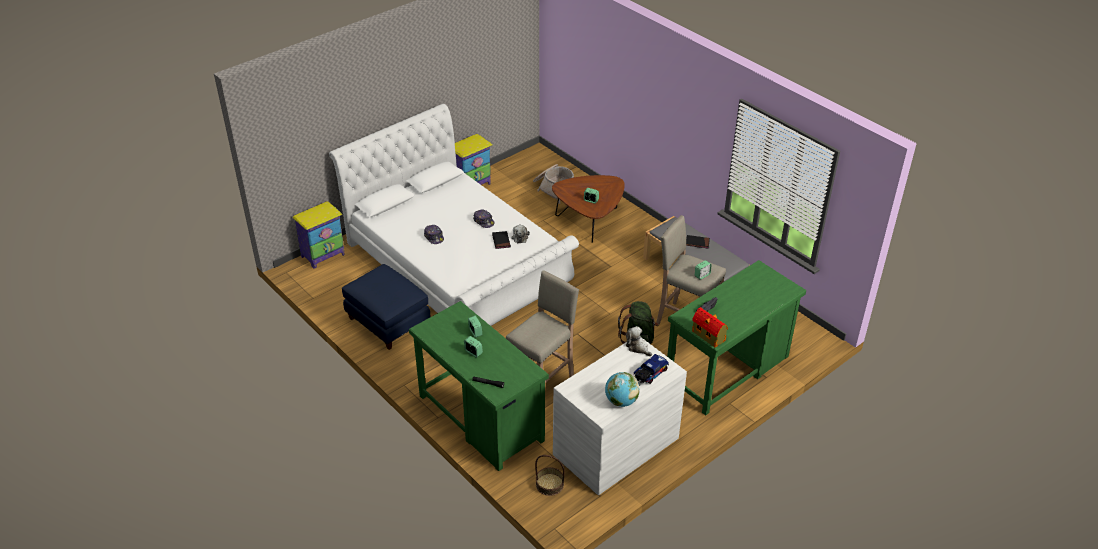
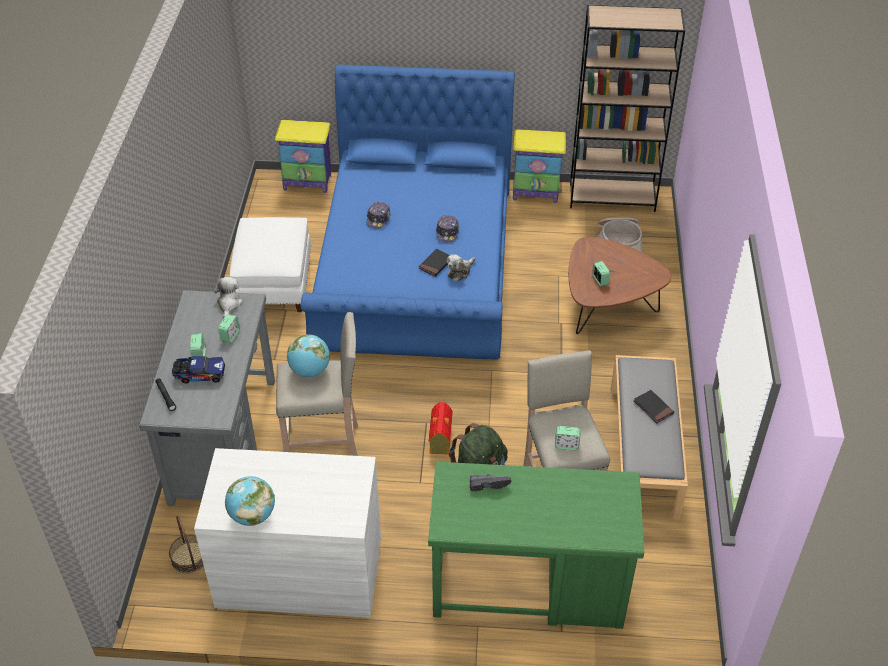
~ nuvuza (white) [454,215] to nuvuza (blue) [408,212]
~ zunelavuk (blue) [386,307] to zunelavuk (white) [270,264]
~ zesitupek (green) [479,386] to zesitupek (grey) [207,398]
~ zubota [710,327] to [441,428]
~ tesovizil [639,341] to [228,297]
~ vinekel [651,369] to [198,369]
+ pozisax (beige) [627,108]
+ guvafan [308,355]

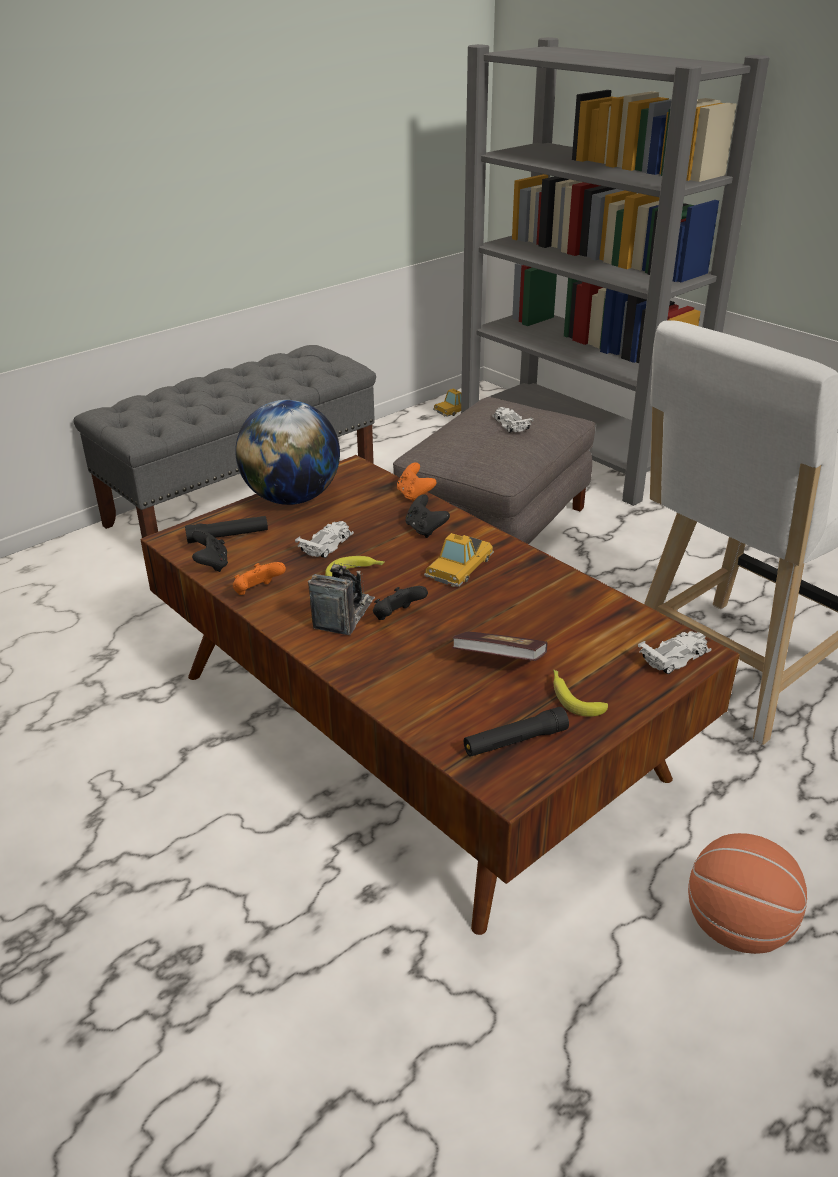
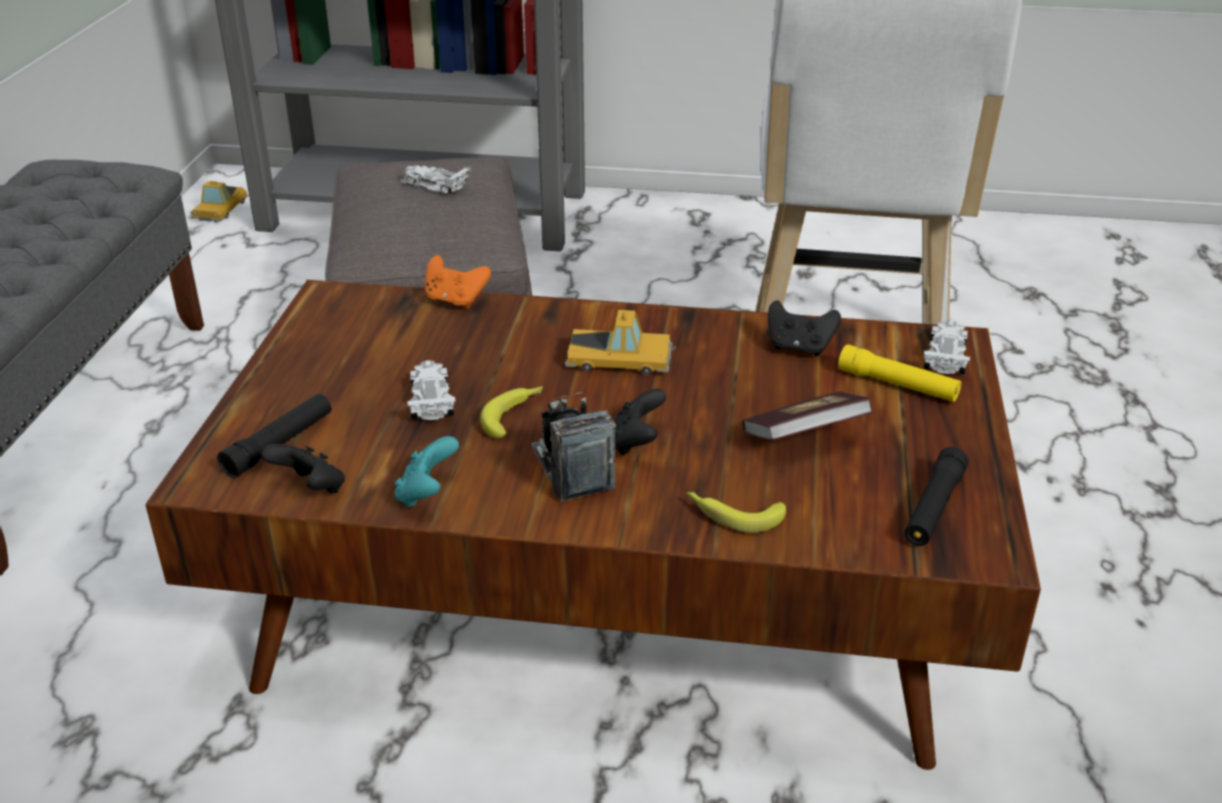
- guvafan [287,452]
~ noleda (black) [428,516] to [804,328]
~ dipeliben [459,560] = [620,342] 75 degrees counterclockwise
~ noleda (orange) [259,578] to noleda (turquoise) [426,472]
~ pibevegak [580,693] to [736,512]
- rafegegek [747,893]
+ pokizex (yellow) [899,373]

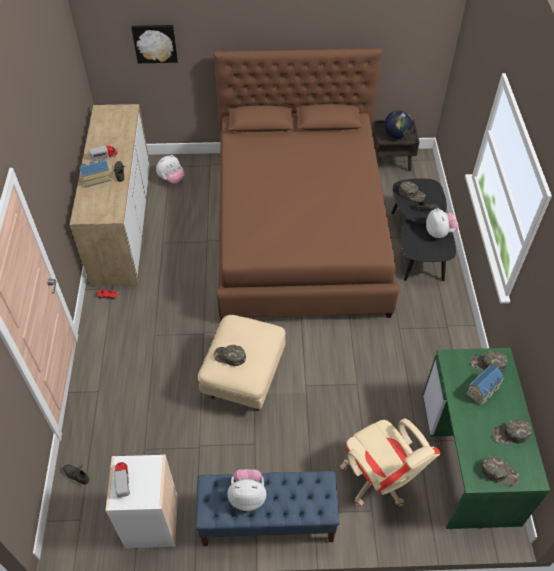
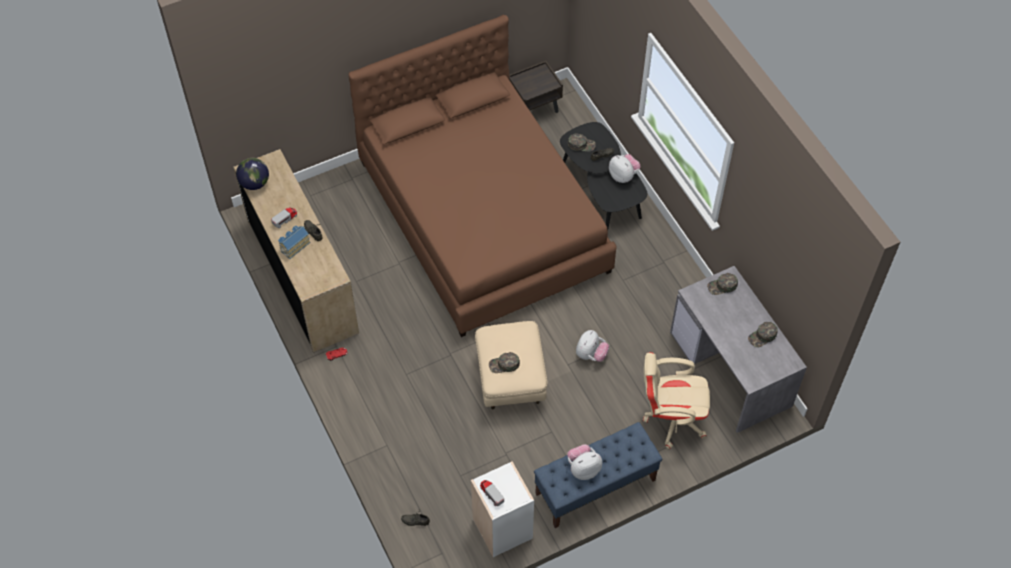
- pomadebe [155,44]
~ guvafan [398,124] to [252,174]
~ tesovizil [170,169] to [592,346]
~ zesitupek (green) [486,438] to zesitupek (grey) [738,349]
- zubota [485,385]
~ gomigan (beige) [389,462] = [676,400] 150 degrees clockwise
- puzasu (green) [500,471]

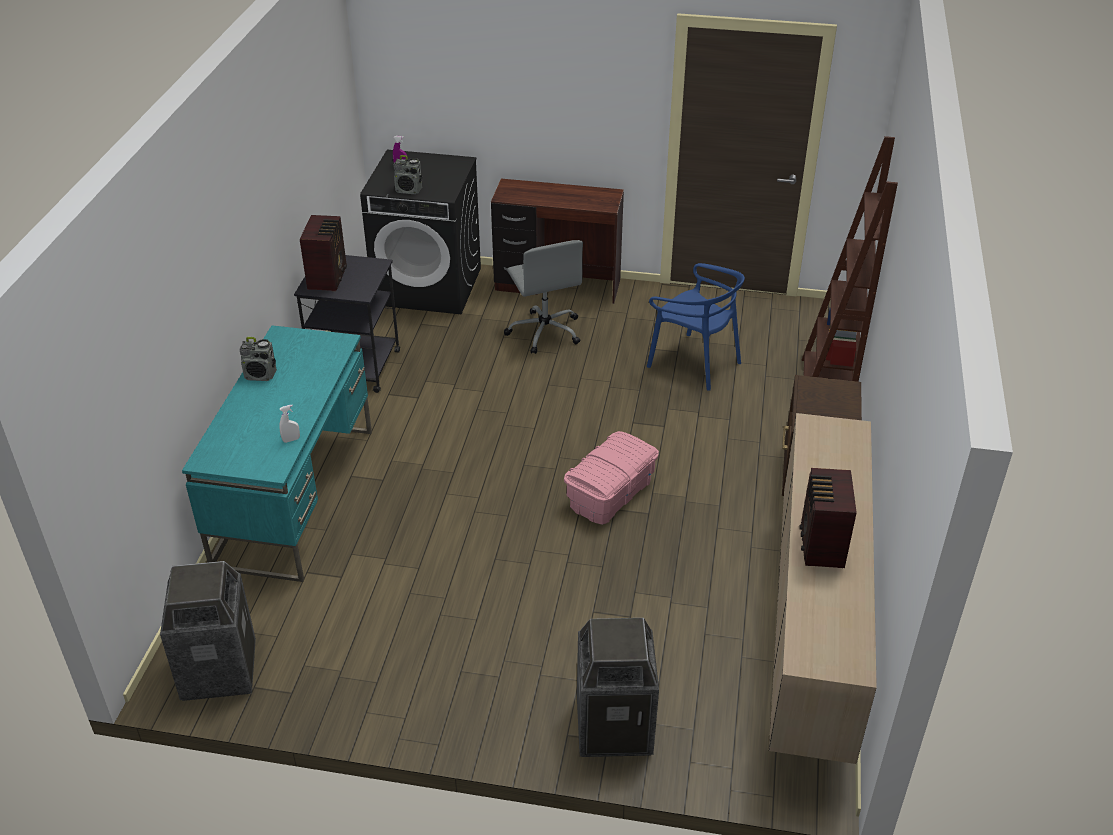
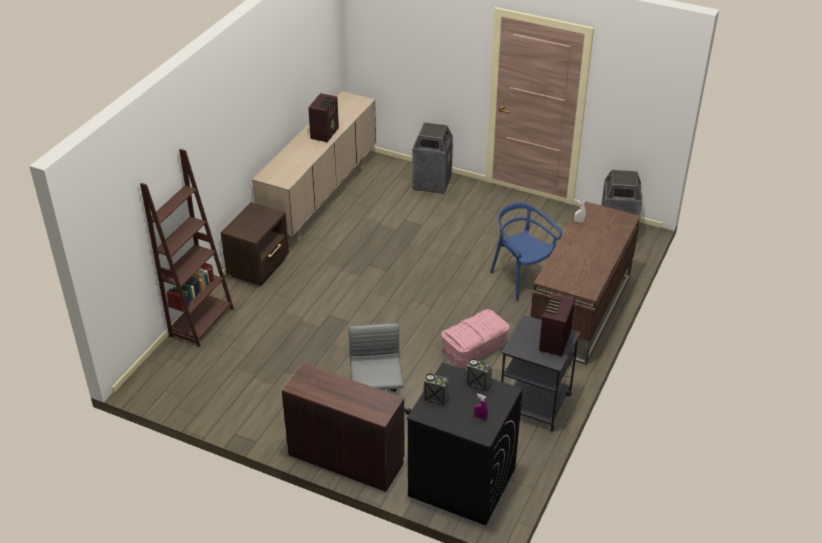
~ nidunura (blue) [696,327] to [526,251]
~ zesitupek (turquoise) [277,453] to zesitupek (brown) [585,283]
~ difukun [258,359] to [436,389]
~ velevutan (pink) [611,478] to [475,338]

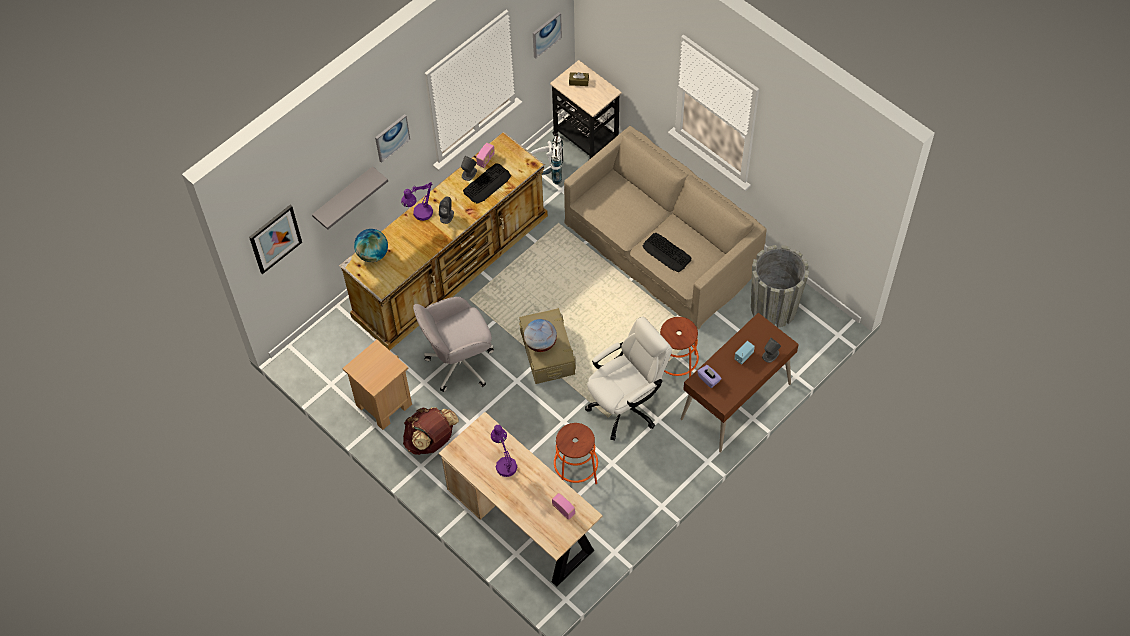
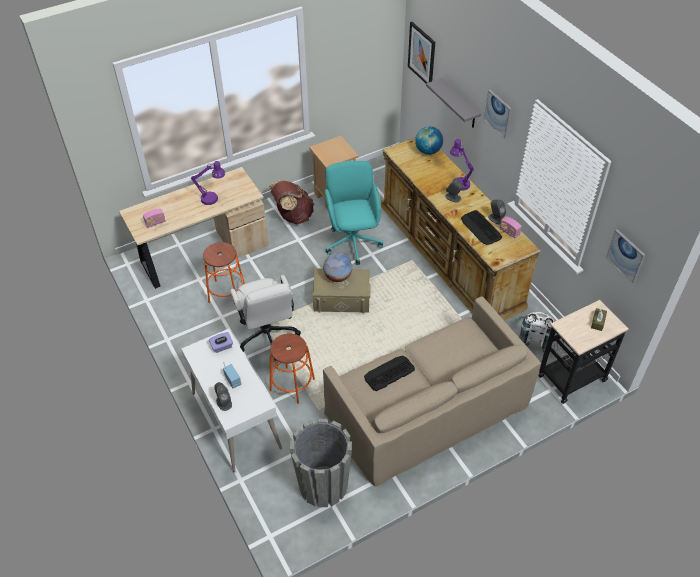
~ gomigan (grey) [453,344] to gomigan (turquoise) [354,213]
~ zesitupek (brown) [740,383] to zesitupek (white) [231,400]

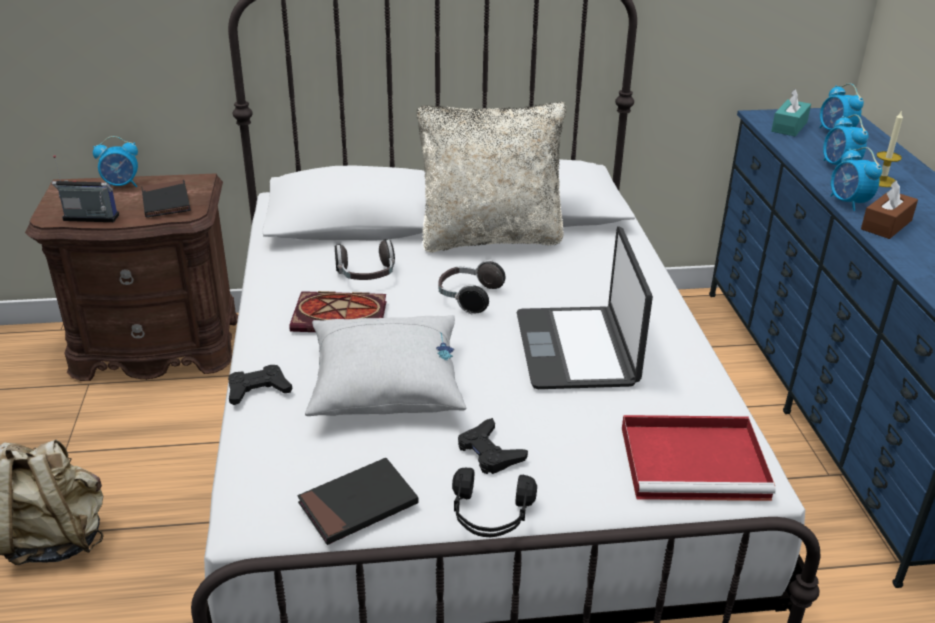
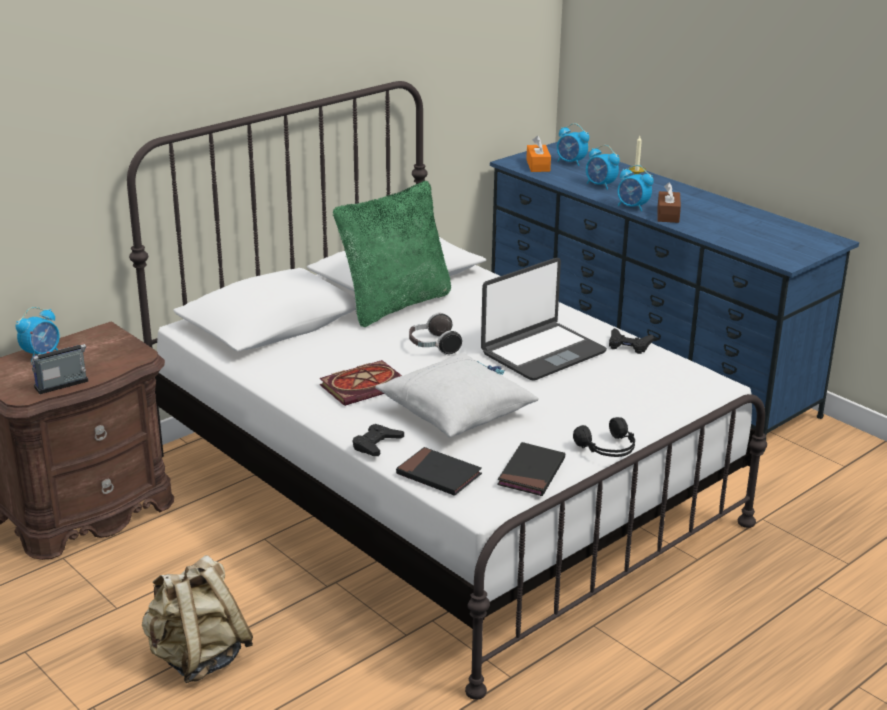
~ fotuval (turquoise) [791,112] to fotuval (orange) [538,154]
~ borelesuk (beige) [492,177] to borelesuk (green) [391,253]
~ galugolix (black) [166,199] to [439,471]
~ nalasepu [585,307] = [544,319] 90 degrees counterclockwise
- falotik [365,259]
- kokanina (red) [699,458]
~ noleda (black) [493,446] to [631,341]

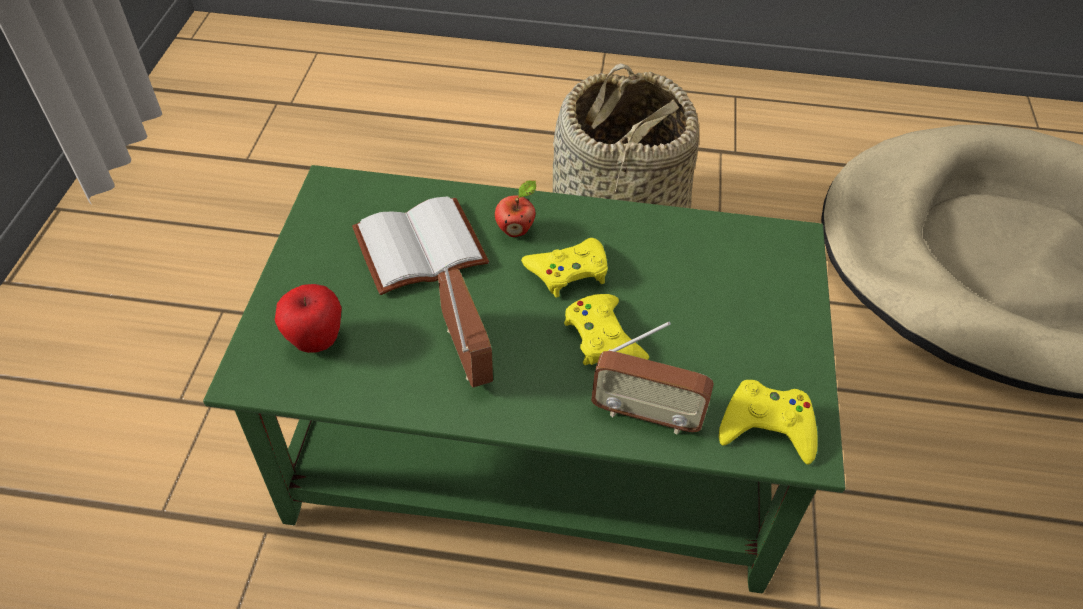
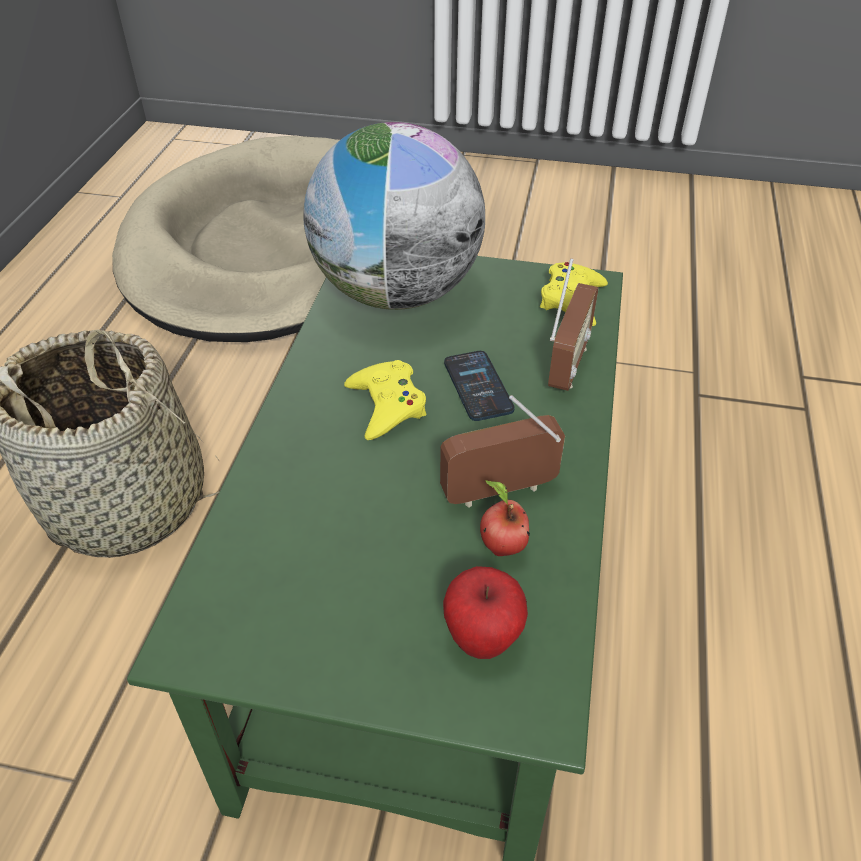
~ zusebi [515,208] to [505,518]
- galugolix (white) [420,245]
~ noleda (yellow) [606,329] to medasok [479,386]
+ guvafan [394,216]

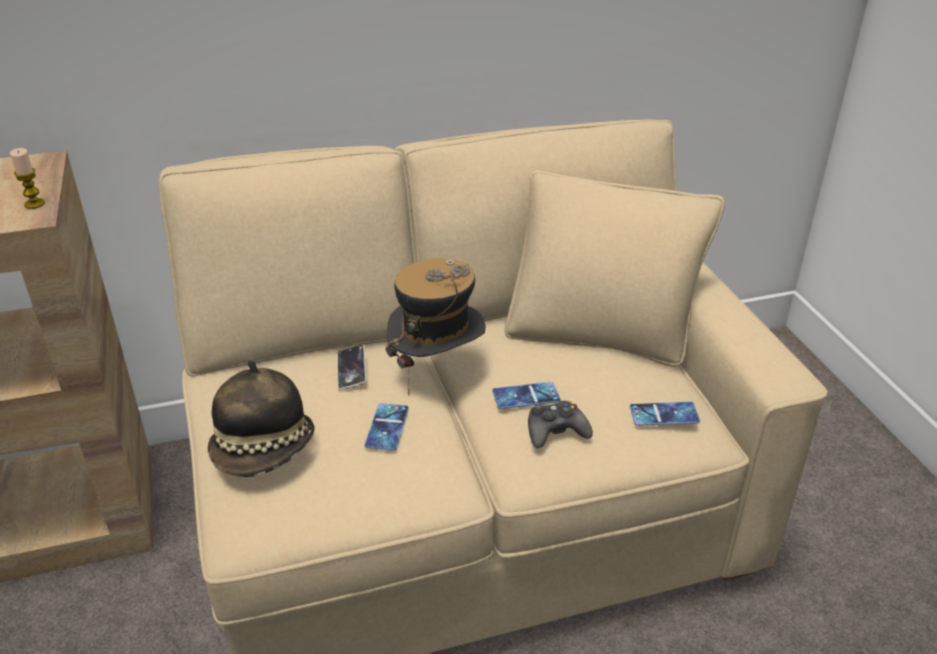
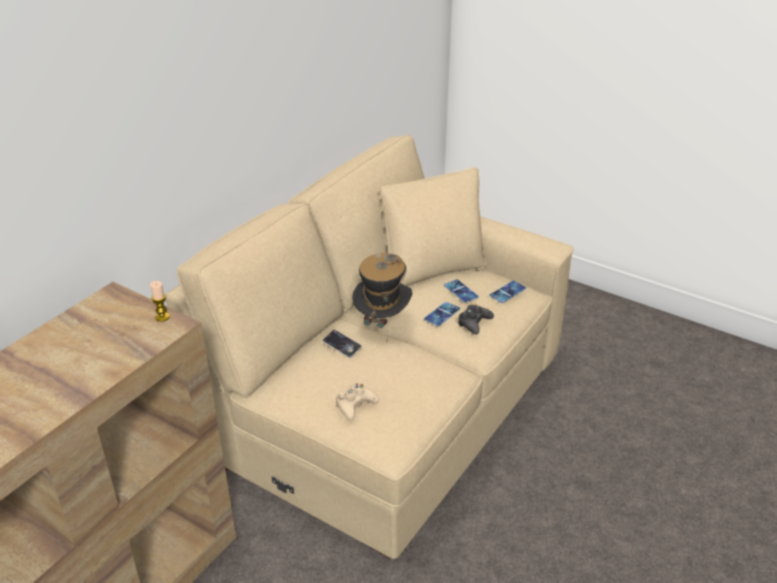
~ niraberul [261,418] to noleda (beige) [357,402]
~ medasok [386,427] to [461,291]

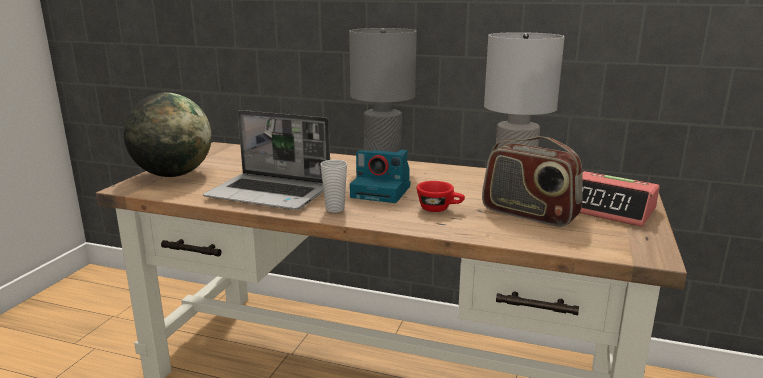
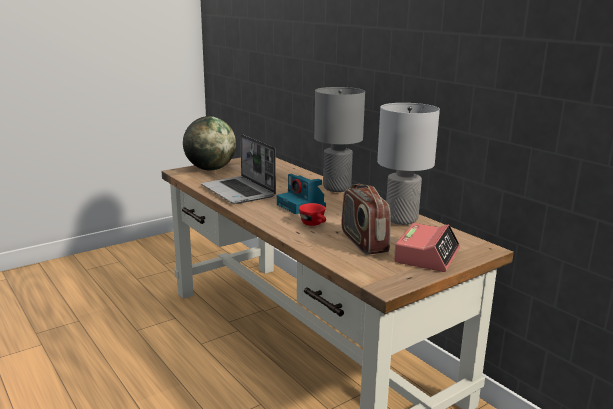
- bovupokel [333,186]
~ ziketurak [620,199] = [427,247] 135 degrees counterclockwise

